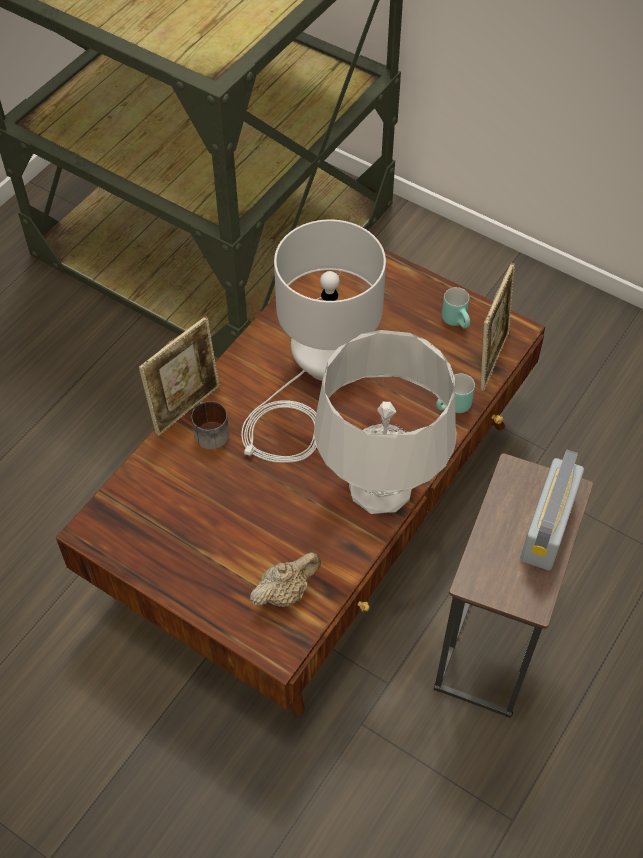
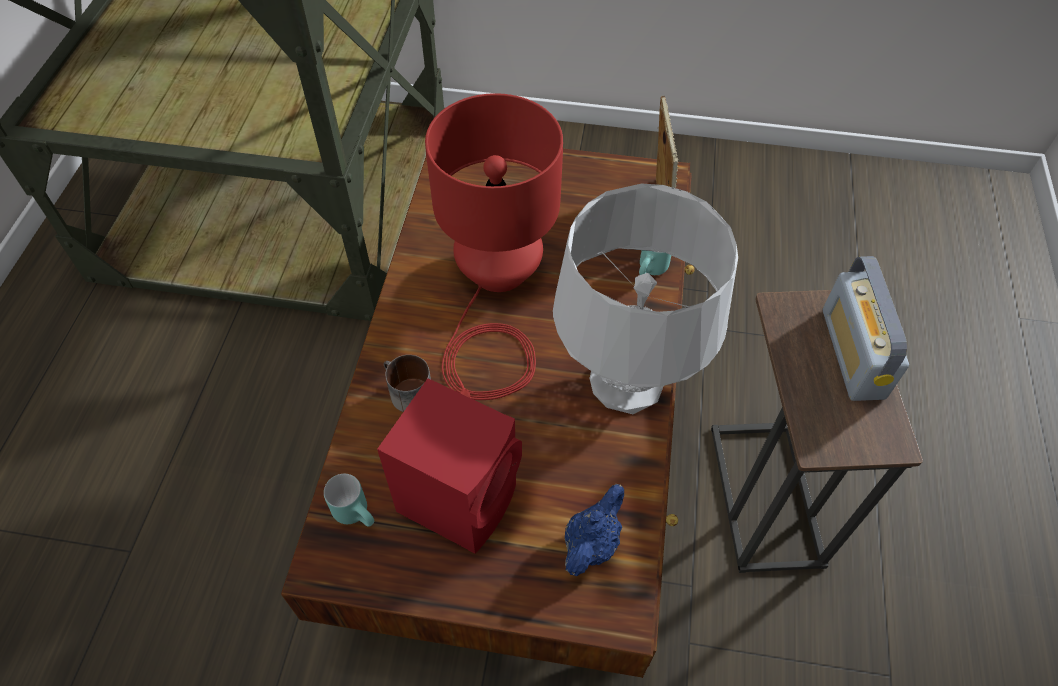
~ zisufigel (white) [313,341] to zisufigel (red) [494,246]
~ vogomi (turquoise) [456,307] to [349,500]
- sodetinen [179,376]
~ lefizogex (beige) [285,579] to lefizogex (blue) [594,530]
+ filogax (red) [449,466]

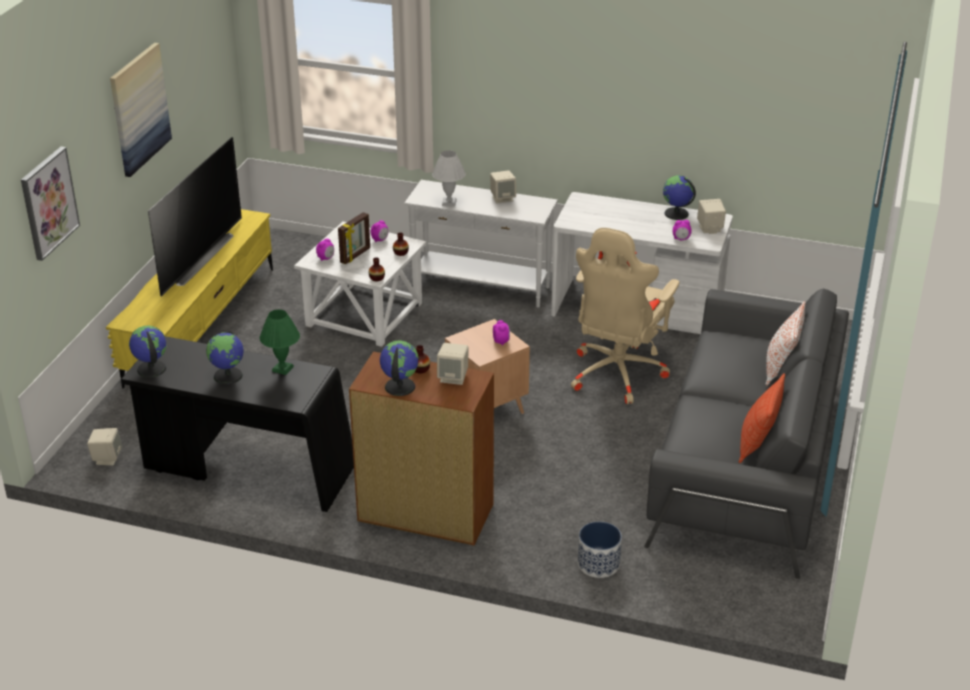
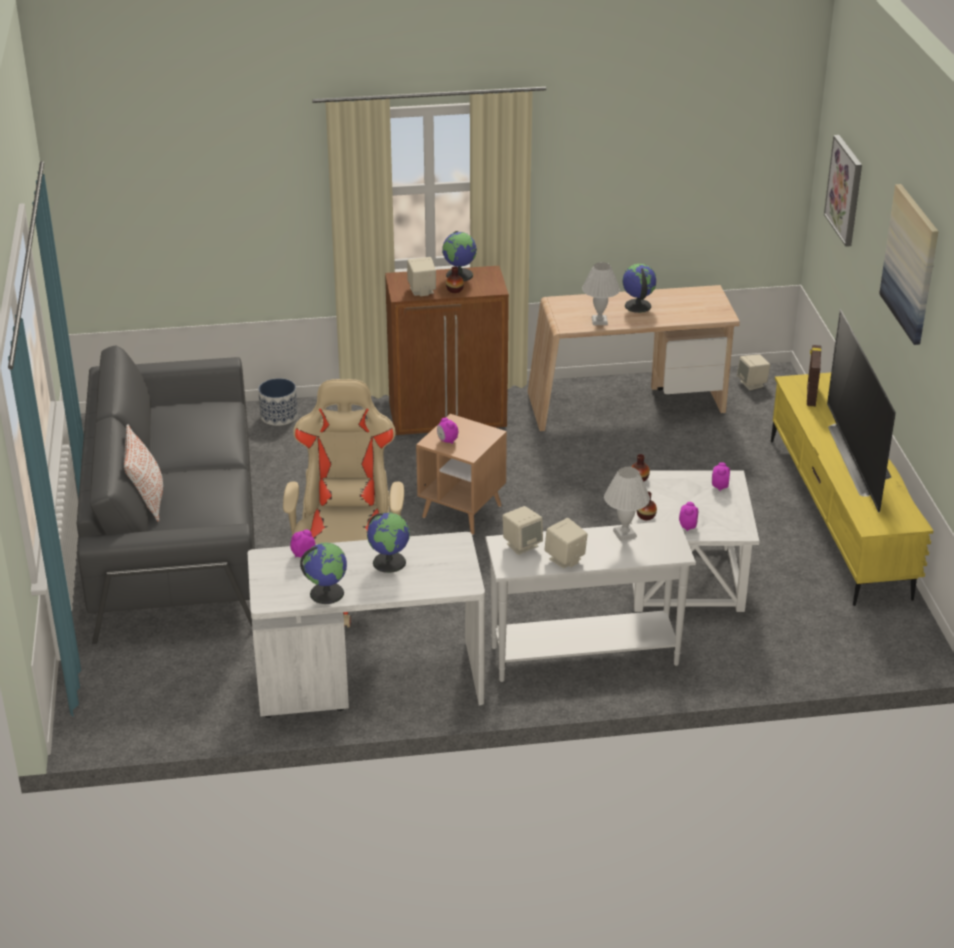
~ filogax (beige) [711,216] to [522,530]
~ sodetinen [354,238] to [814,376]
~ zisufigel (green) [280,342] to zisufigel (white) [601,293]
~ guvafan [148,352] to [388,542]
~ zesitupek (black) [237,424] to zesitupek (beige) [634,358]
- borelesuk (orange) [762,418]

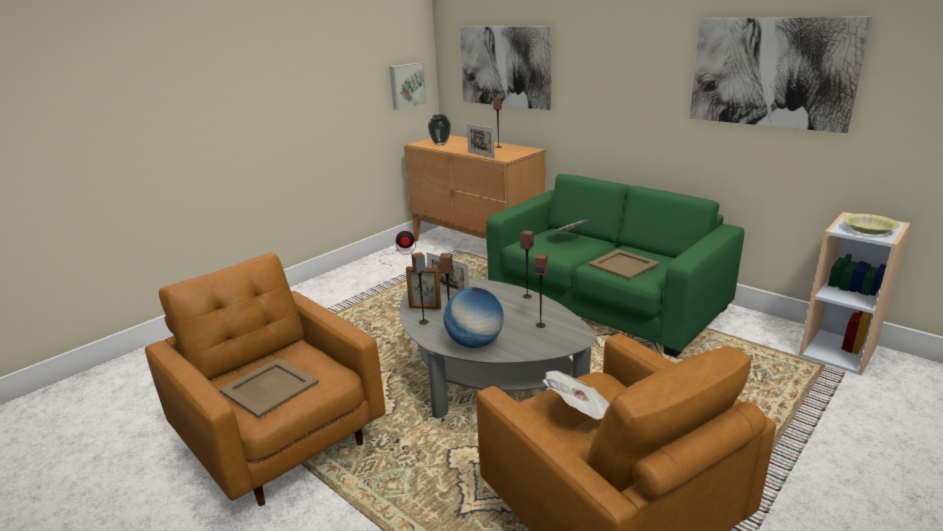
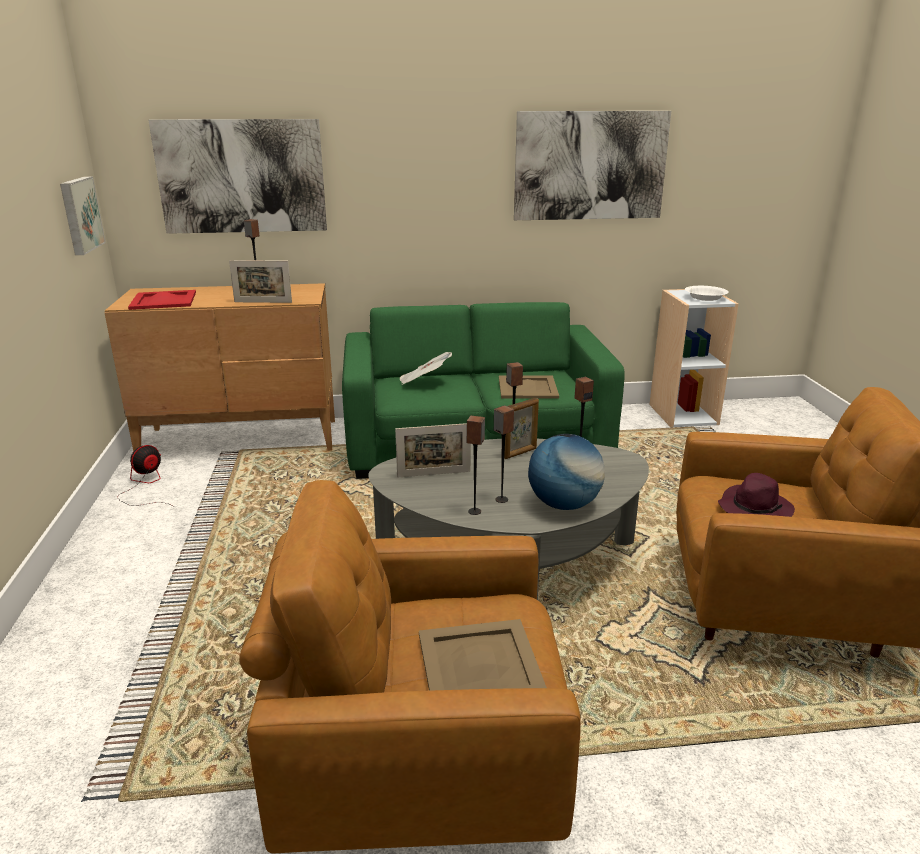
~ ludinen [439,130] to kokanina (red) [162,300]
~ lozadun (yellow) [871,224] to lozadun (white) [707,293]
~ sodetinen [423,288] to [521,428]
~ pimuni [576,395] to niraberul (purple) [756,495]

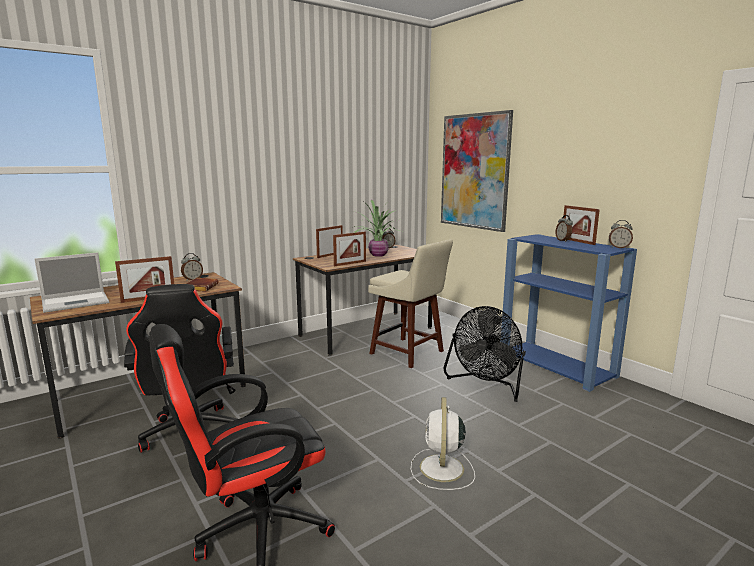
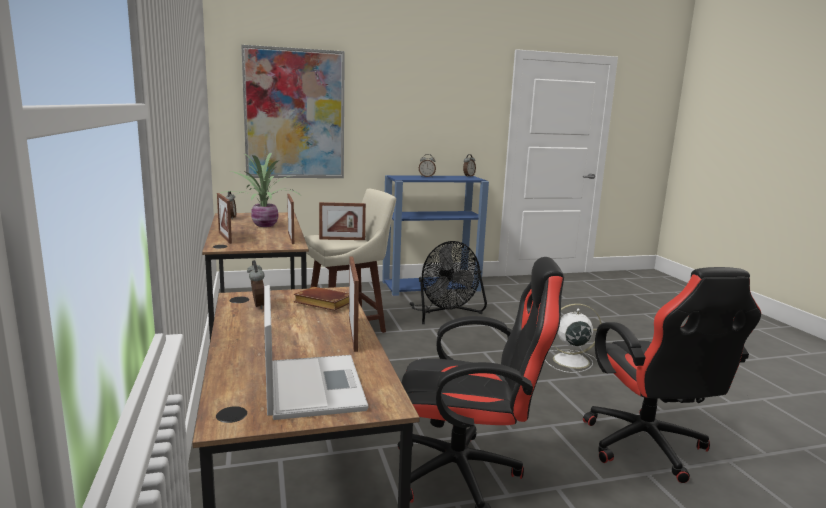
~ sodetinen [582,225] to [342,221]
~ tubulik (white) [443,443] = [573,338] 150 degrees clockwise

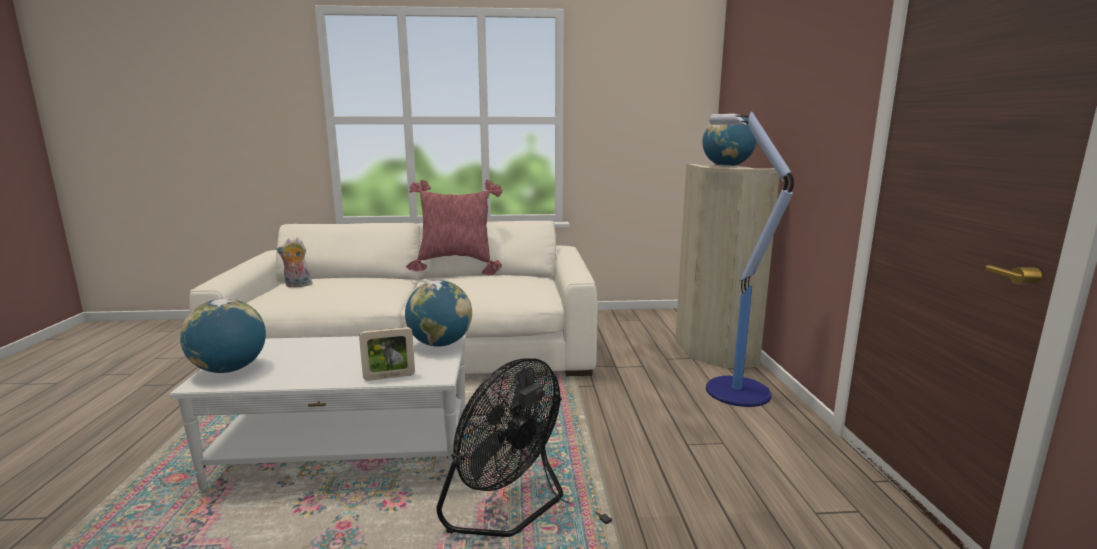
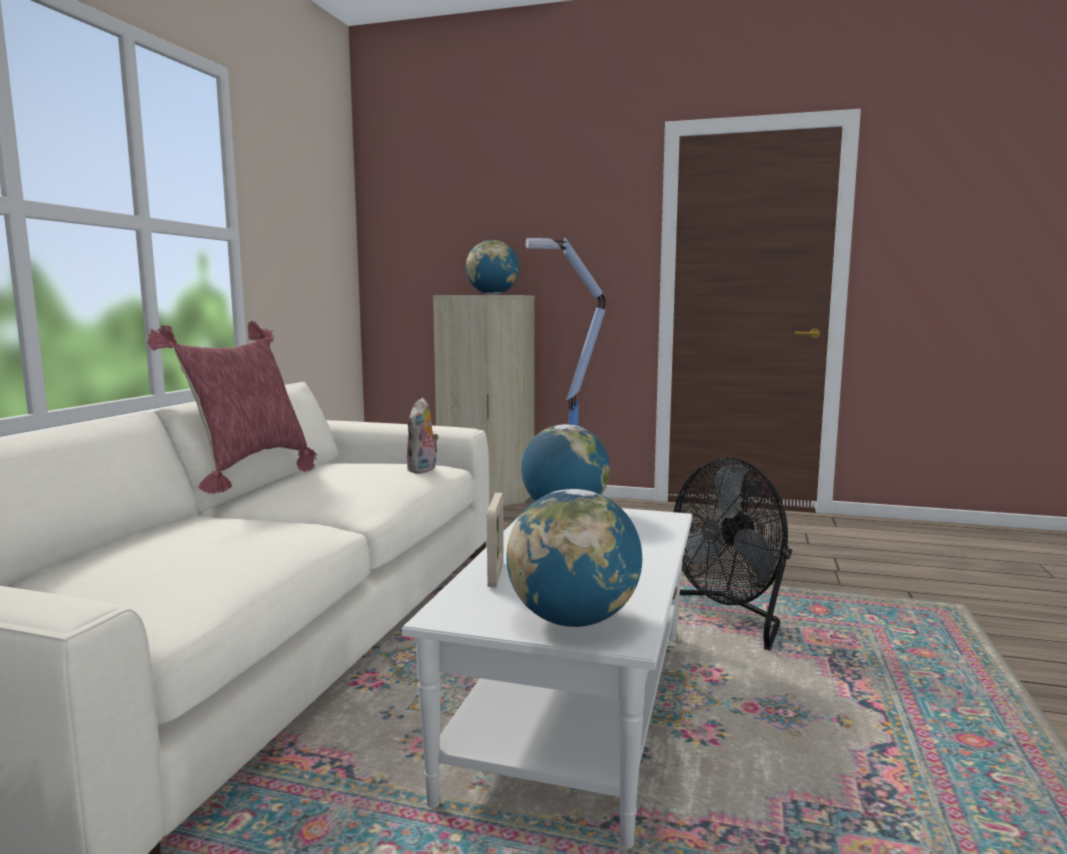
~ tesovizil [294,262] to [423,436]
~ sodetinen [387,354] to [495,540]

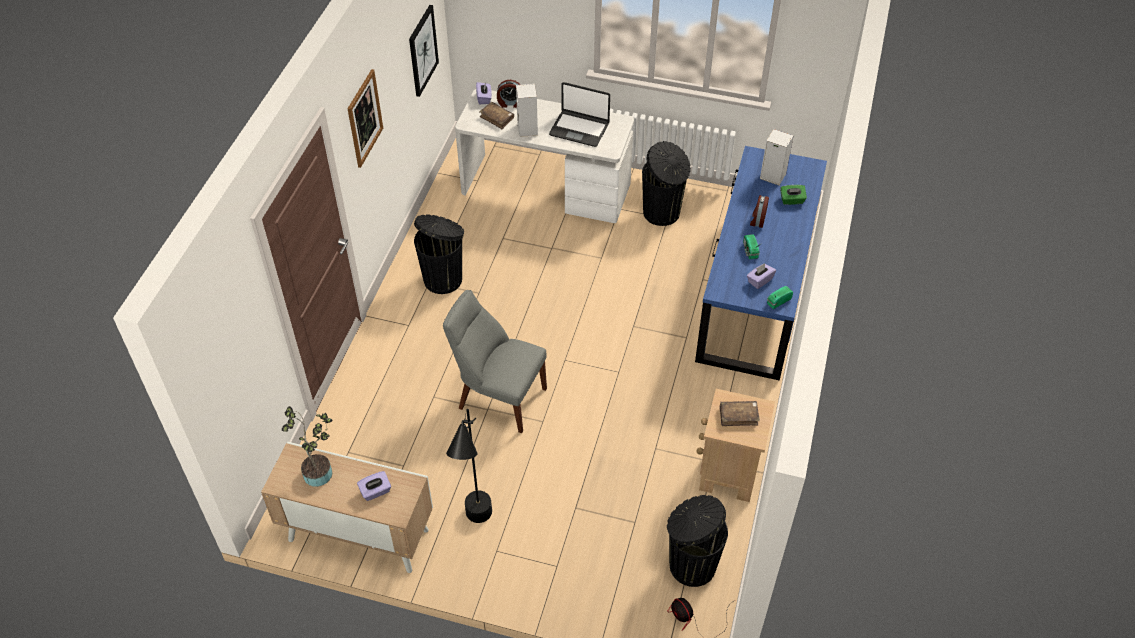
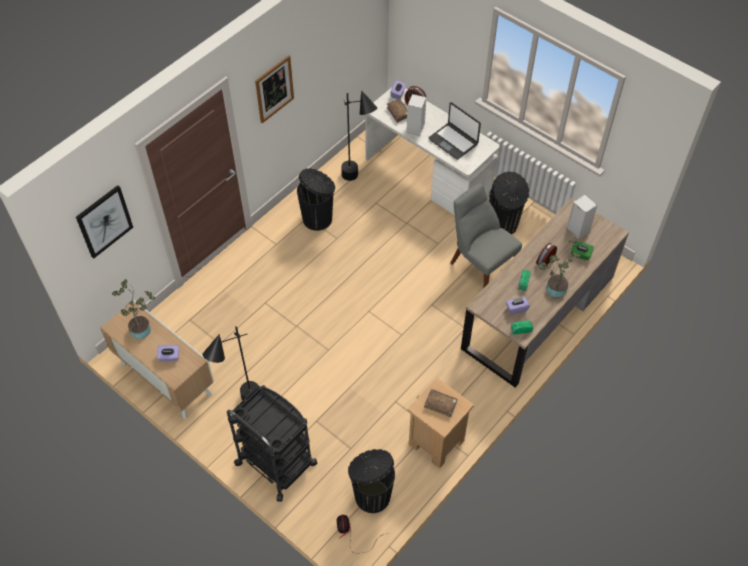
~ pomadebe [424,51] to [104,222]
~ zesitupek (blue) [761,263] to zesitupek (brown) [545,292]
~ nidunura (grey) [495,361] to [486,235]
+ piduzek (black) [359,136]
+ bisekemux [560,268]
+ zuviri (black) [272,443]

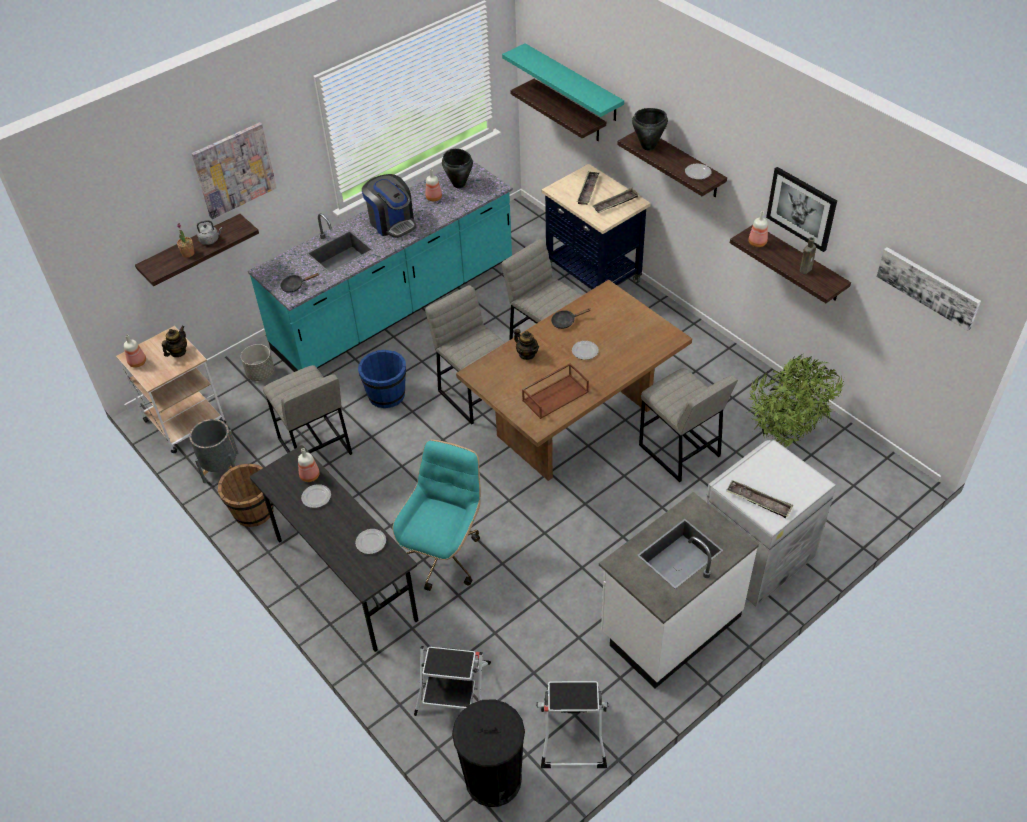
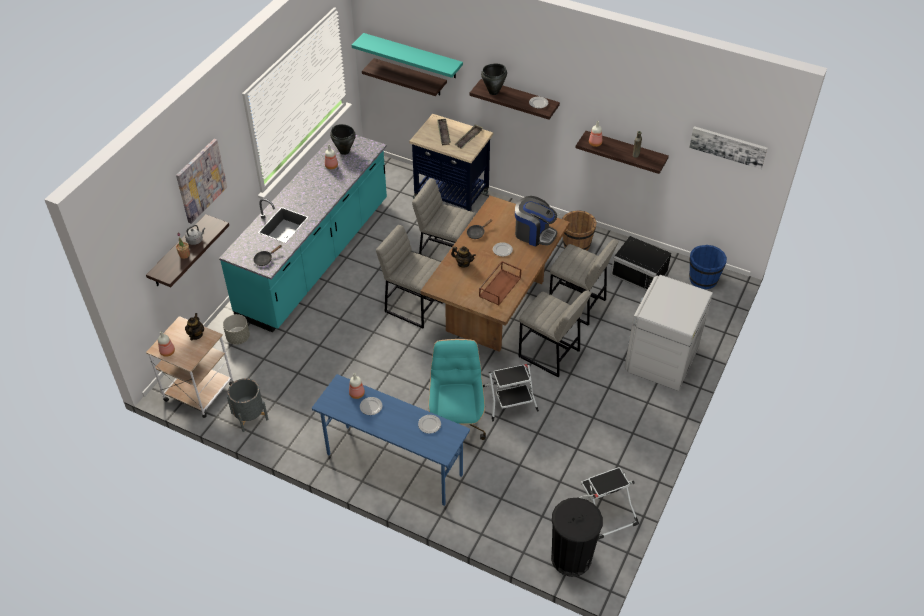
- pomadebe [801,209]
~ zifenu [389,206] to [536,221]
~ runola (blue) [382,379] to [708,267]
~ bisekemux [796,401] to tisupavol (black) [641,263]
~ nidunura (grey) [307,410] to [555,333]
~ zesitupek (grey) [334,548] to zesitupek (blue) [391,440]
~ runola (brown) [246,495] to [579,230]
- kokanina [759,499]
- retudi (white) [679,590]
~ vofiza [452,681] to [511,393]

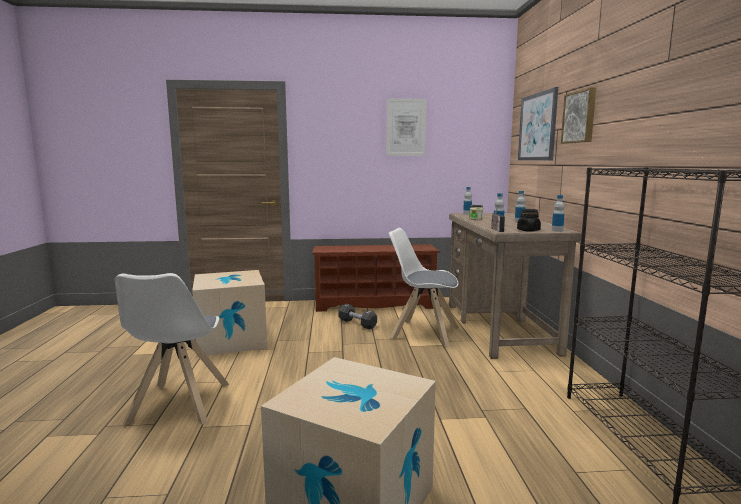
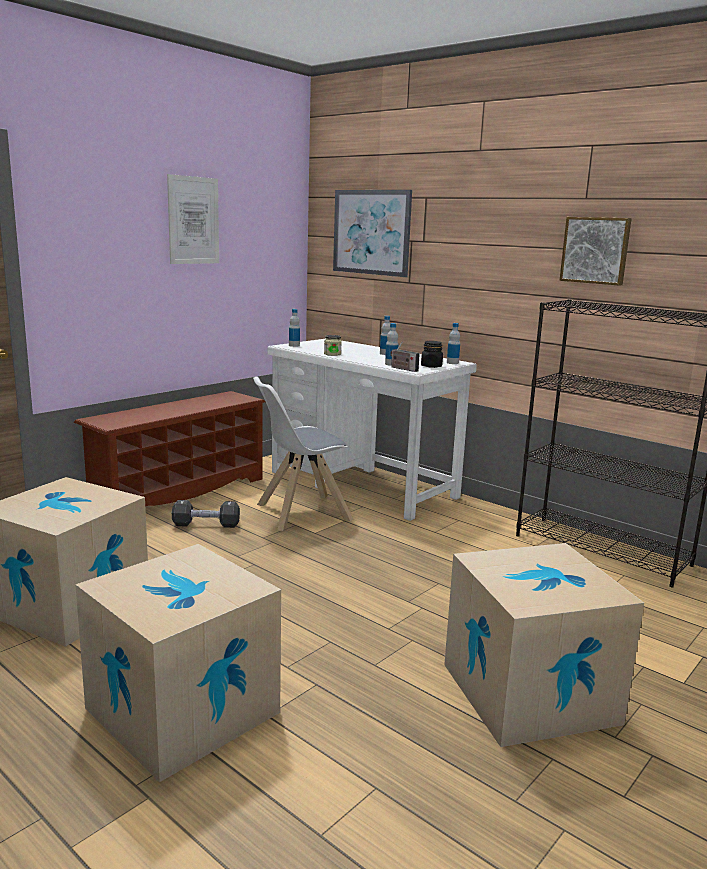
~ pomadebe [578,115] to [595,251]
~ zesitupek (brown) [515,286] to zesitupek (white) [372,430]
~ nidunura [172,349] to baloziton [178,663]

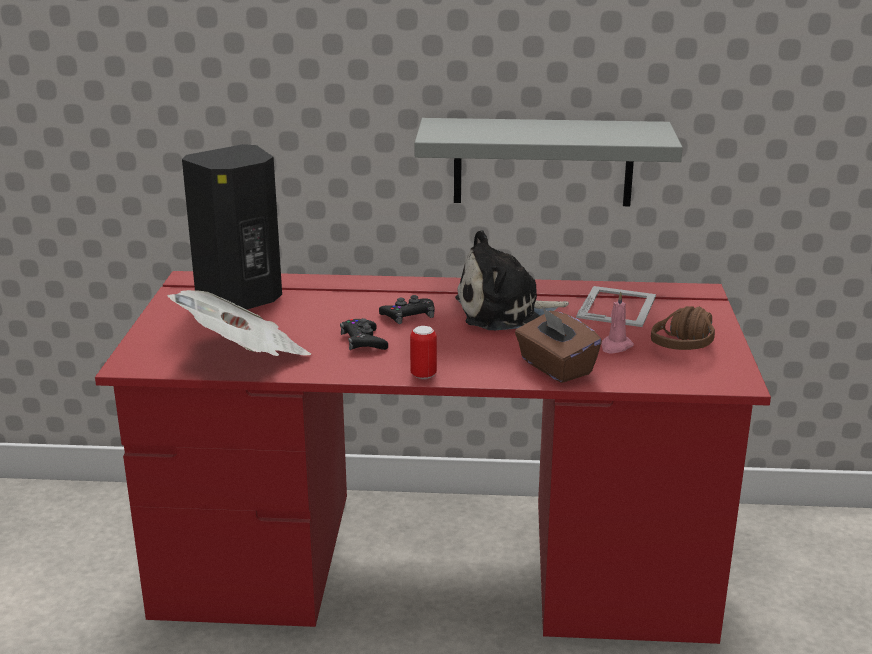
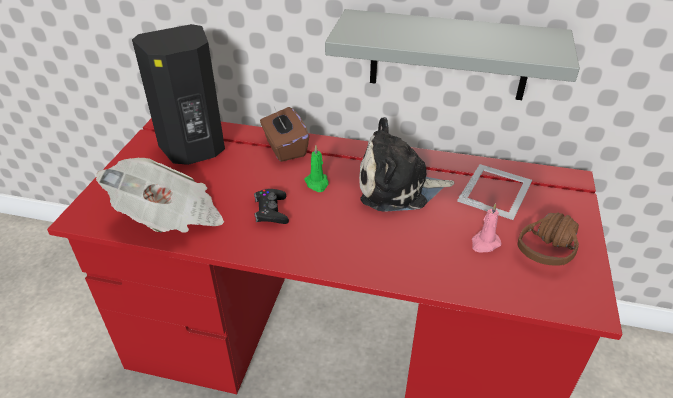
~ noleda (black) [406,309] to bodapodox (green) [316,168]
~ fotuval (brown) [558,345] to [284,134]
- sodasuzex [423,352]

